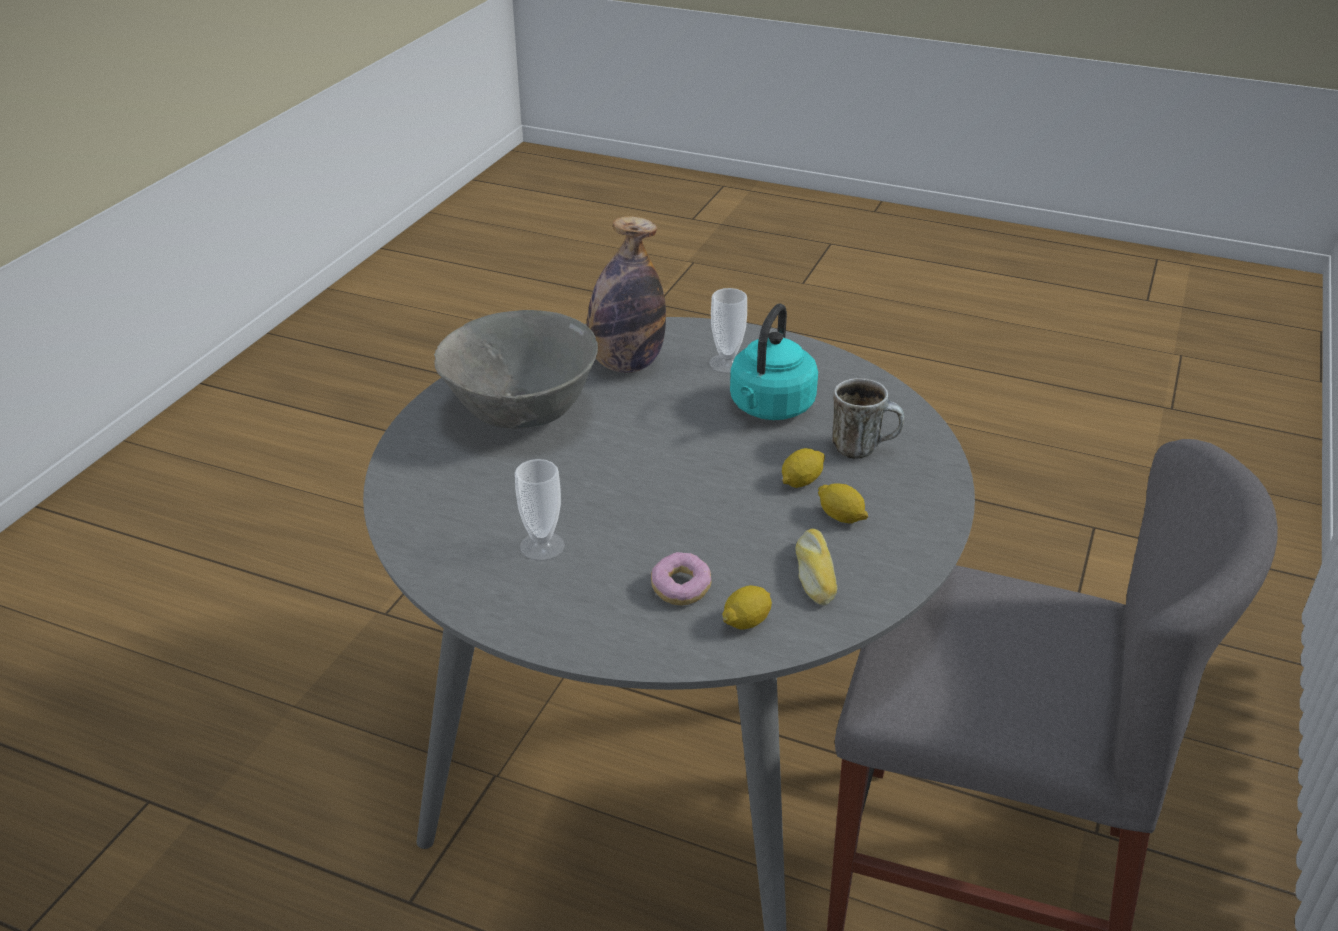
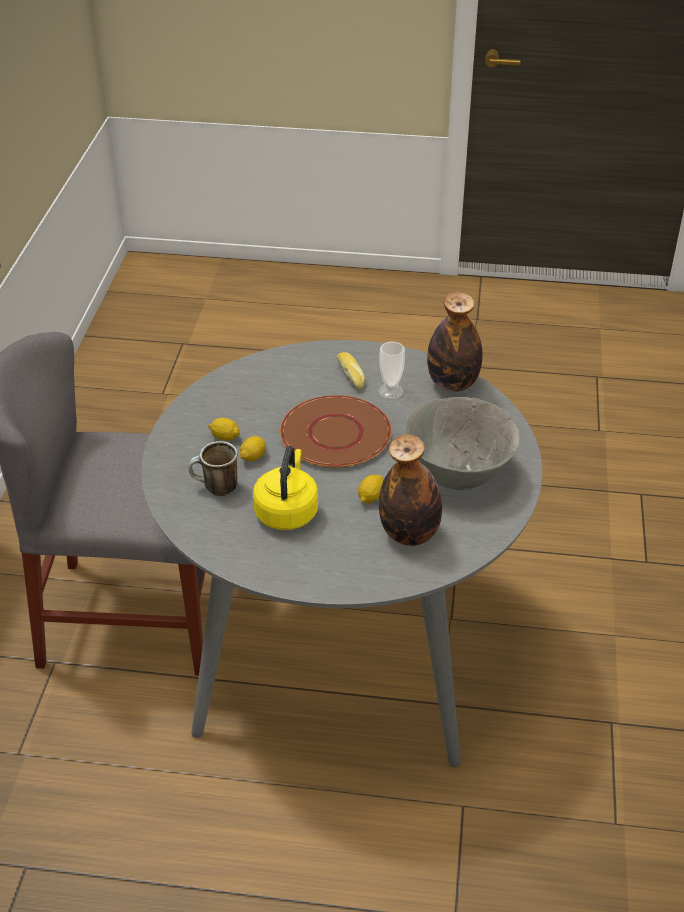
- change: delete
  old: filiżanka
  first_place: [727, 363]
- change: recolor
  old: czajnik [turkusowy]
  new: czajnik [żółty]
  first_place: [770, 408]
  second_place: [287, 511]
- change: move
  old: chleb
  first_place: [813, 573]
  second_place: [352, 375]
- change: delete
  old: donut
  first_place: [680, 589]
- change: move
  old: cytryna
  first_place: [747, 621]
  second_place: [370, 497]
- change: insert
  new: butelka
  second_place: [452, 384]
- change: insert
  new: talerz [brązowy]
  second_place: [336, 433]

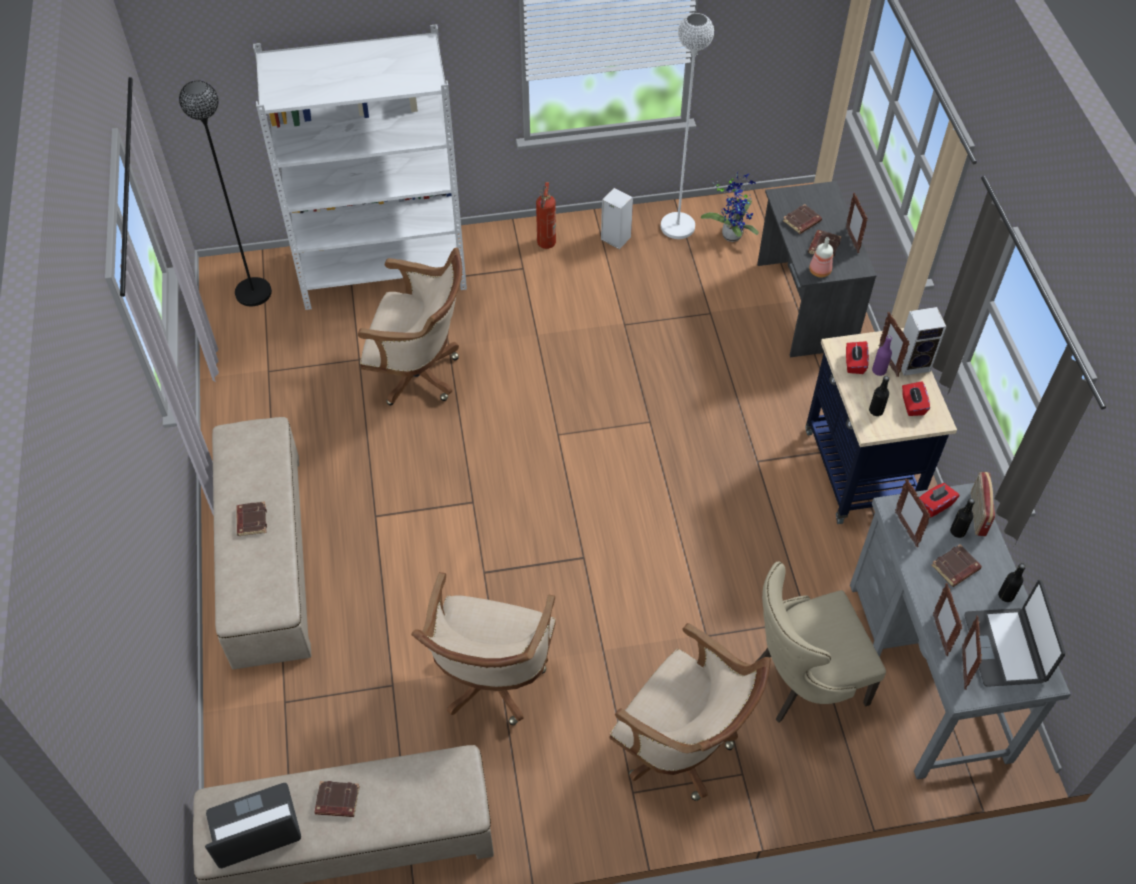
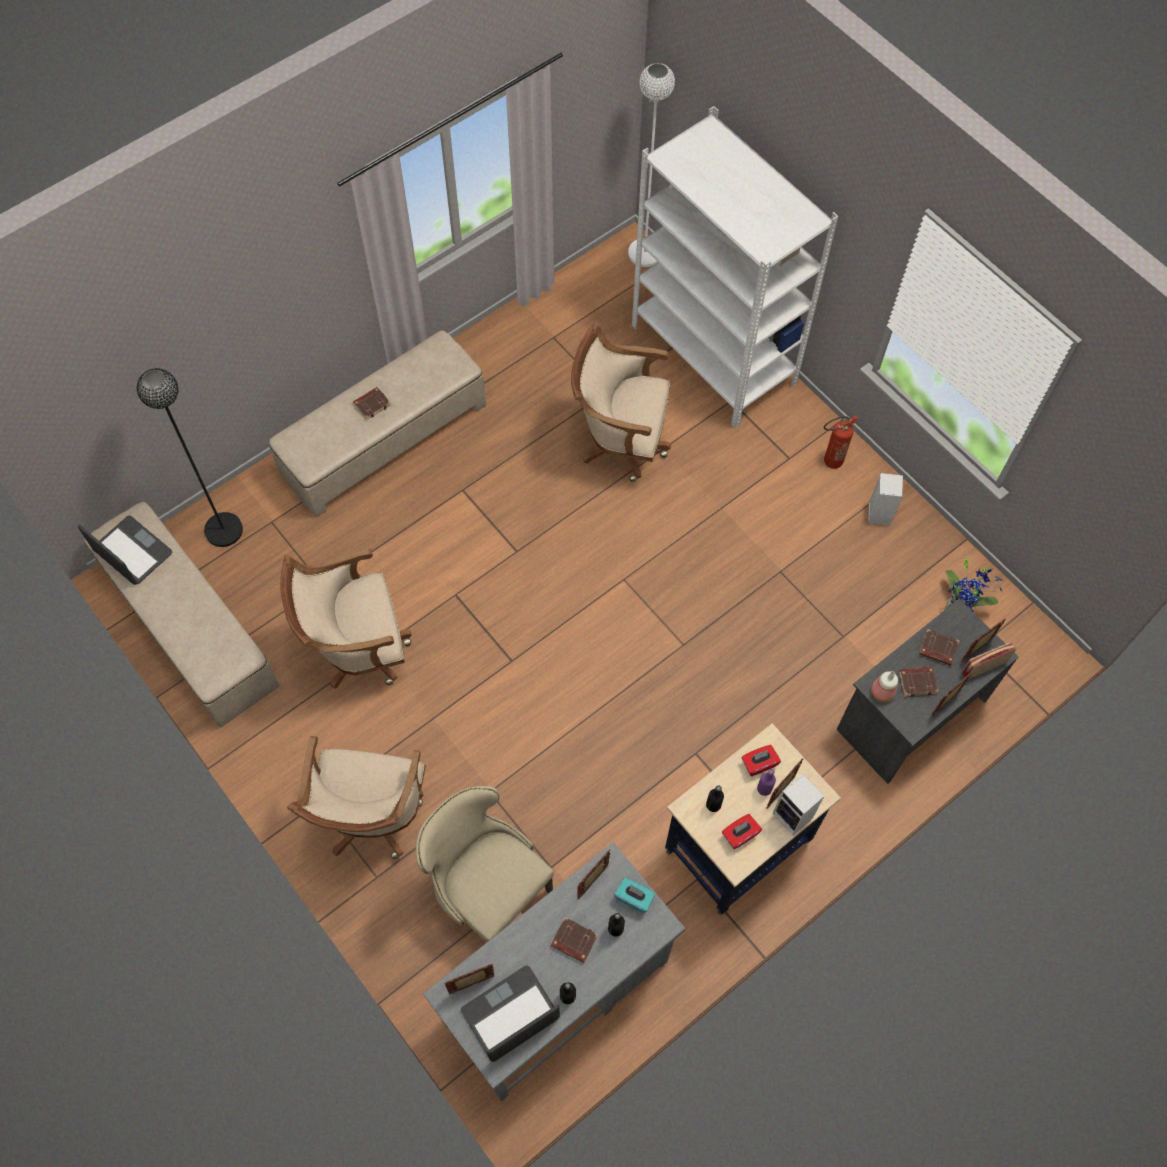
- change: move
  old: lampa stojąca [biały]
  first_place: [678, 227]
  second_place: [644, 254]
- change: move
  old: lampa stojąca [czarny]
  first_place: [253, 292]
  second_place: [224, 530]
- change: rotate
  old: krzesło biurowe
  first_place: [420, 375]
  second_place: [619, 444]
  degrees: 120
- change: move
  old: radio
  first_place: [977, 514]
  second_place: [983, 667]
- change: recolor
  old: pudełko chusteczek [czerwony]
  new: pudełko chusteczek [turkusowy]
  first_place: [935, 505]
  second_place: [634, 898]
- change: move
  old: ramka na zdjęcie
  first_place: [940, 634]
  second_place: [976, 651]
- change: delete
  old: książka [brązowy]
  first_place: [337, 801]

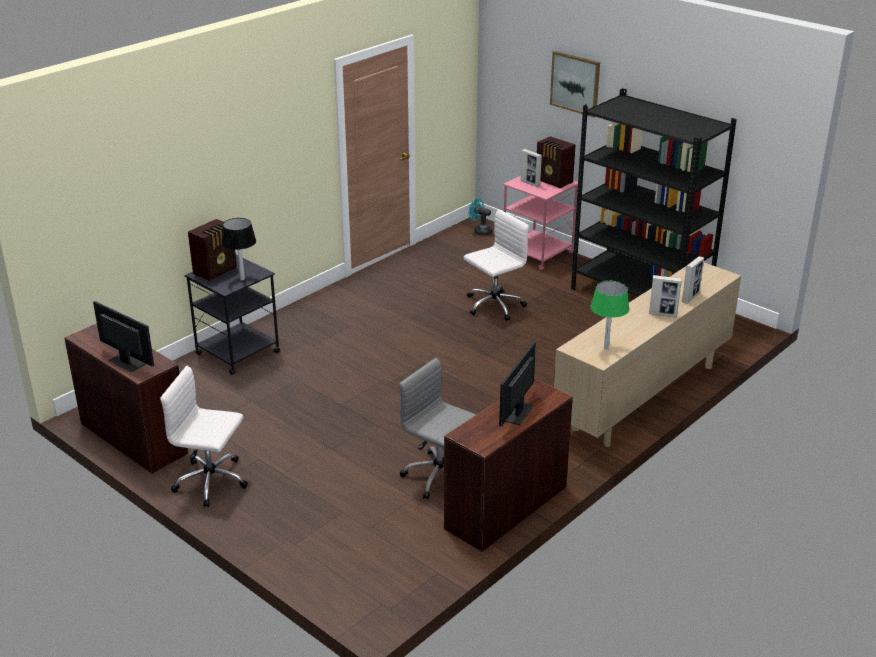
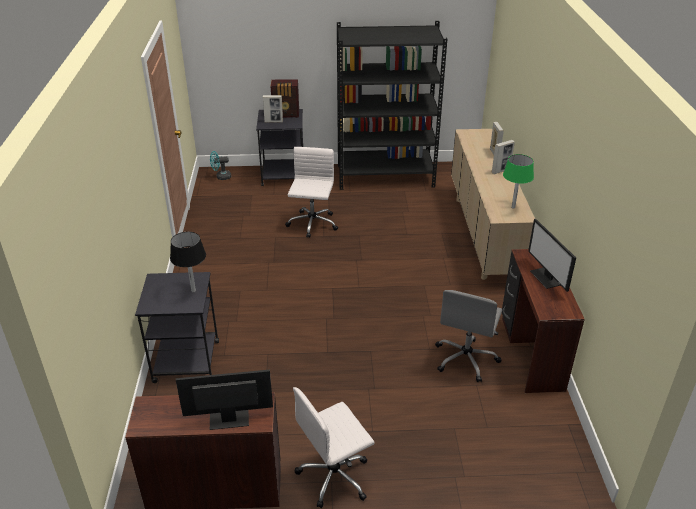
- change: delete
  old: obraz
  first_place: [575, 83]
- change: recolor
  old: wózek [różowy]
  new: wózek [czarny]
  first_place: [538, 254]
  second_place: [284, 176]
- change: delete
  old: radio
  first_place: [216, 271]
- change: rotate
  old: krzesło biurowe [szary]
  first_place: [440, 476]
  second_place: [466, 359]
  degrees: -60

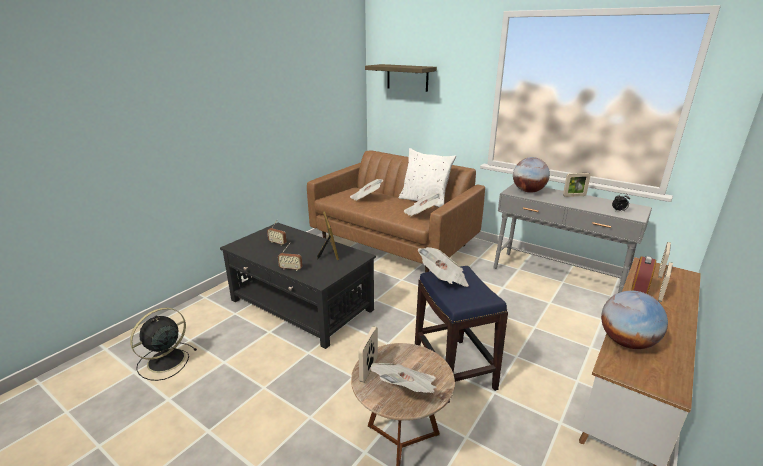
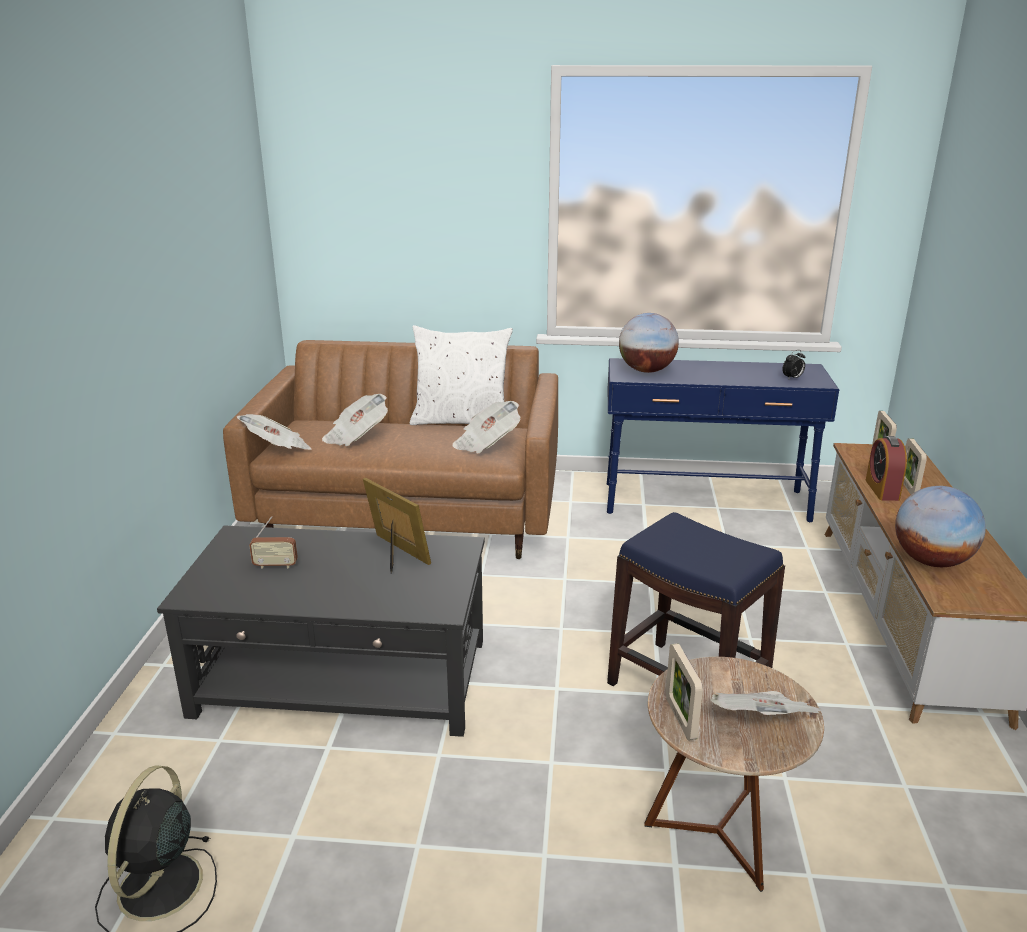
- change: delete
  old: półka
  first_place: [407, 77]
- change: delete
  old: ramka na zdjęcie
  first_place: [574, 196]
- change: recolor
  old: stolik konsolowy [szary]
  new: stolik konsolowy [niebieski]
  first_place: [557, 277]
  second_place: [705, 503]
- change: delete
  old: radio
  first_place: [291, 269]
- change: move
  old: gazeta
  first_place: [443, 279]
  second_place: [277, 449]

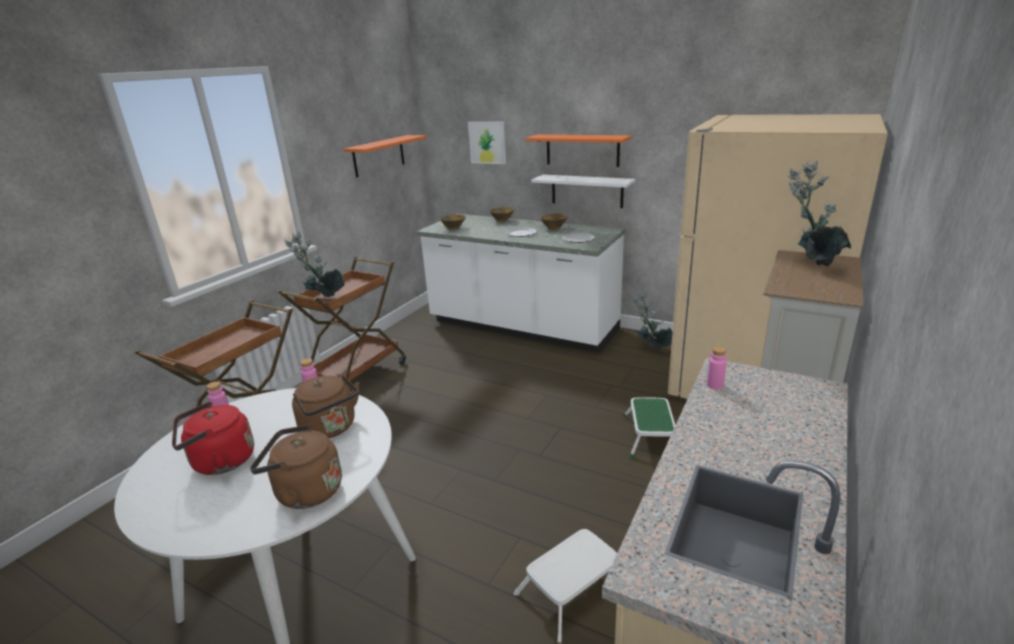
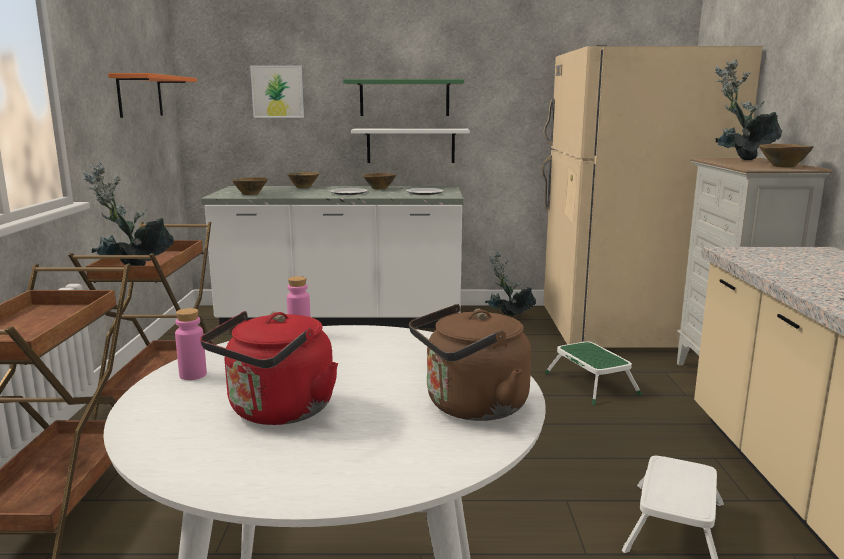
- change: recolor
  old: półka [pomarańczowy]
  new: półka [zielony]
  first_place: [582, 150]
  second_place: [404, 98]
- change: delete
  old: butelka [różowy]
  first_place: [715, 385]
- change: delete
  old: czajnik [brązowy]
  first_place: [331, 428]
- change: insert
  new: miska [brązowy]
  second_place: [783, 166]

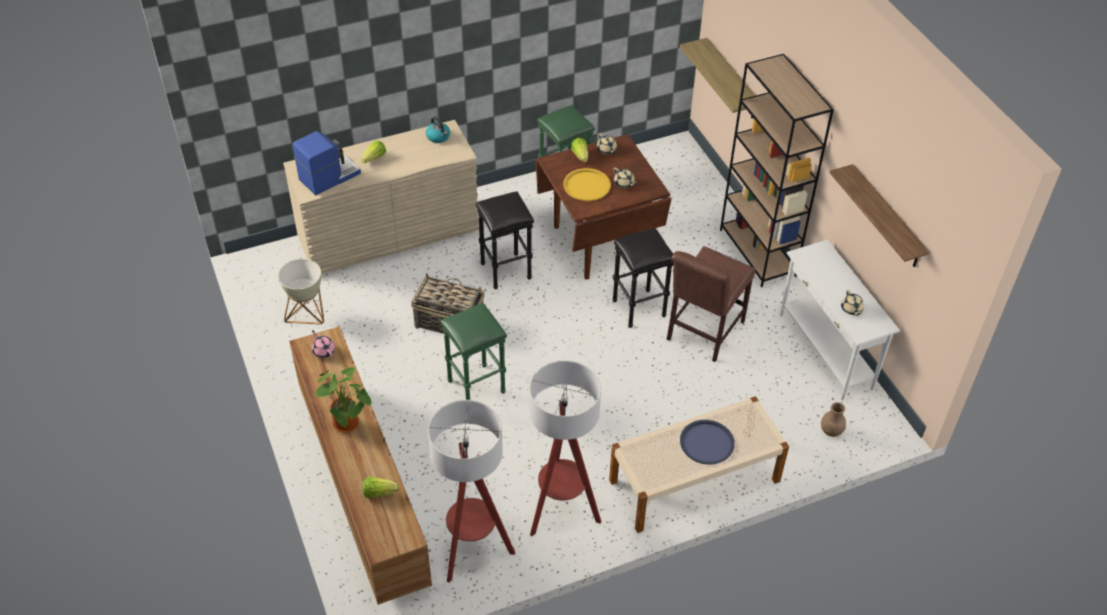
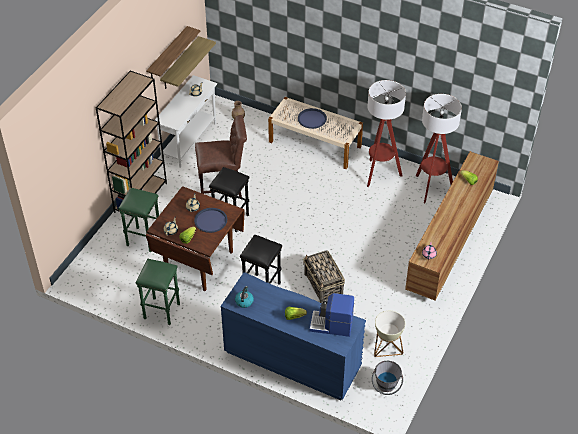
- change: move
  old: półka
  first_place: [731, 80]
  second_place: [180, 64]
- change: recolor
  old: komoda [beżowy]
  new: komoda [niebieski]
  first_place: [389, 236]
  second_place: [292, 359]
- change: recolor
  old: taca [żółty]
  new: taca [niebieski]
  first_place: [587, 185]
  second_place: [210, 220]
- change: move
  old: stołek [zielony]
  first_place: [477, 386]
  second_place: [143, 238]
- change: delete
  old: roślina doniczkowa
  first_place: [348, 425]
- change: insert
  new: wiadro [szary]
  second_place: [386, 388]

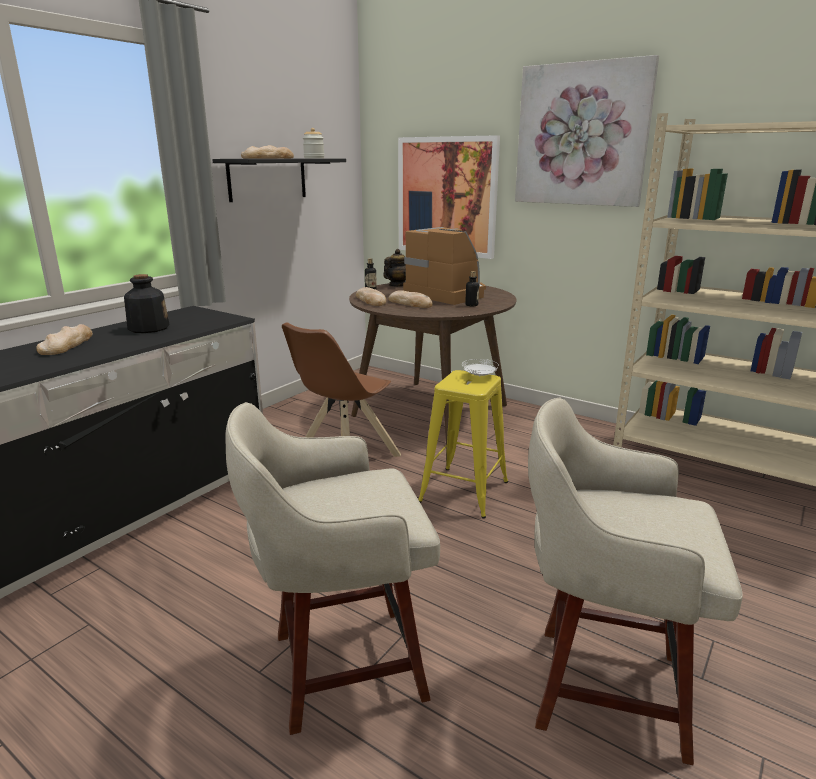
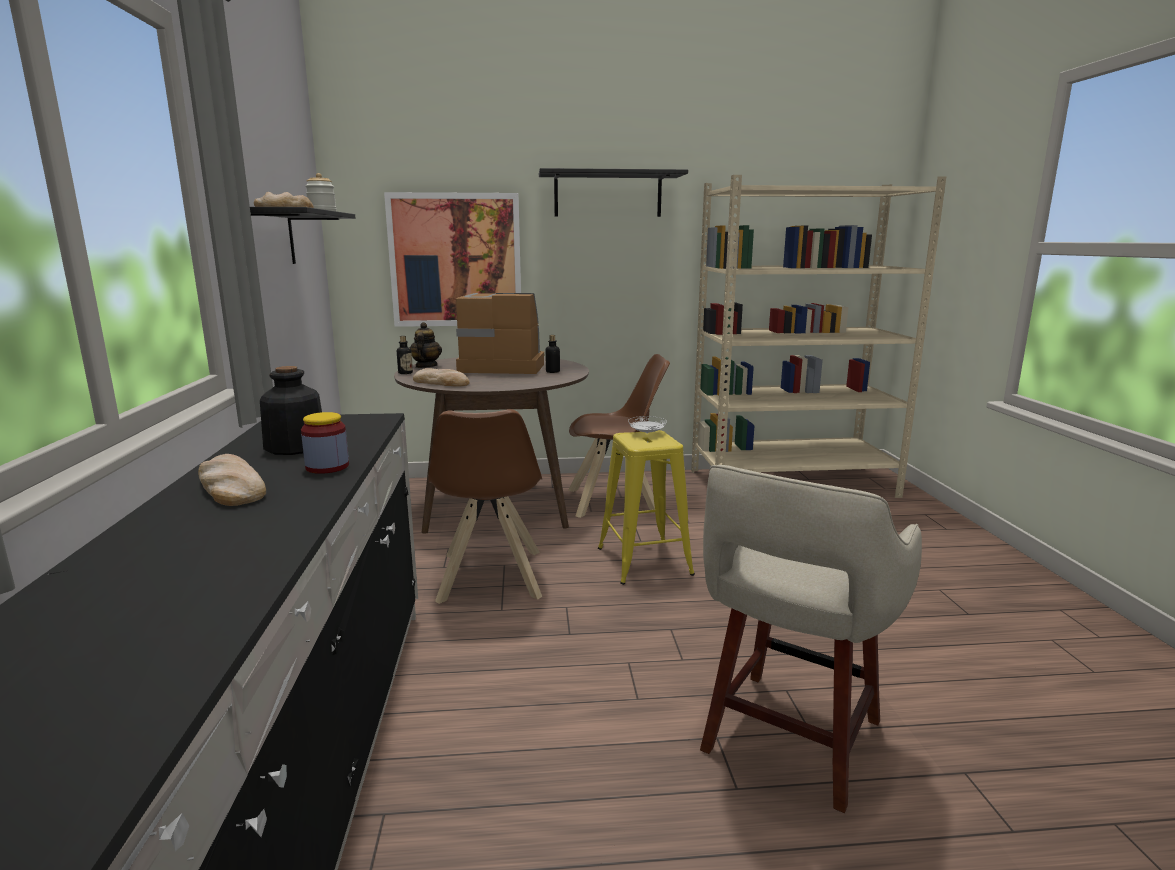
- change: replace
  old: obraz
  new: półka [czarny]
  first_place: [581, 135]
  second_place: [608, 195]
- change: delete
  old: chleb
  first_place: [410, 303]
- change: delete
  old: stołek [beżowy]
  first_place: [600, 687]
- change: insert
  new: krzesło [brązowy]
  second_place: [616, 501]
- change: insert
  new: słoik
  second_place: [327, 467]

